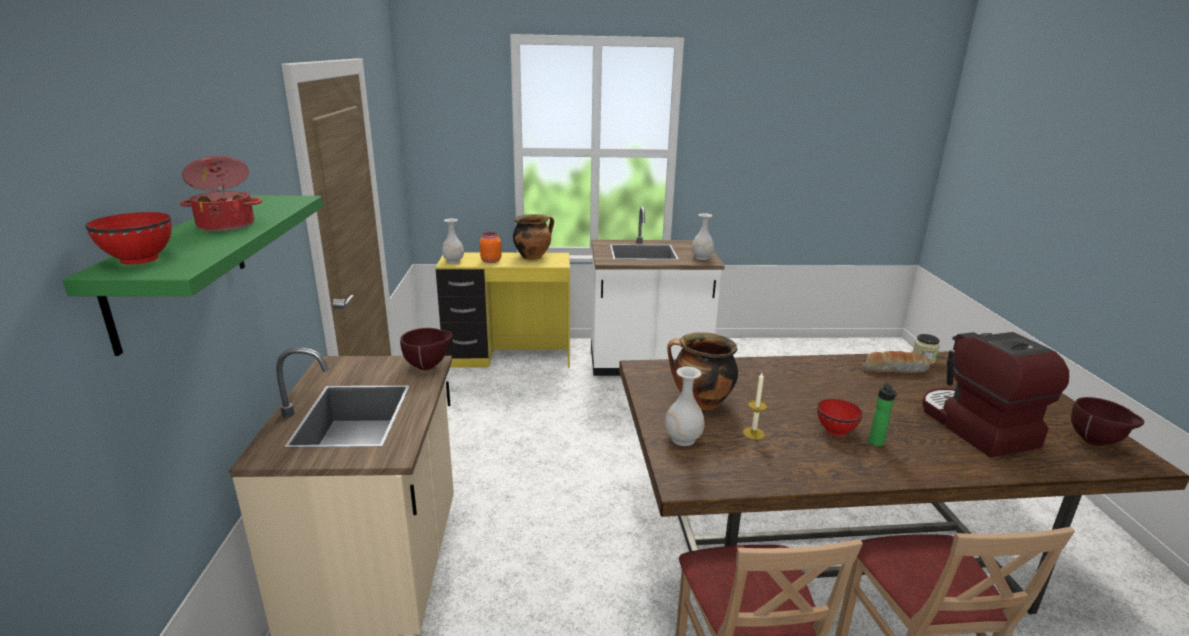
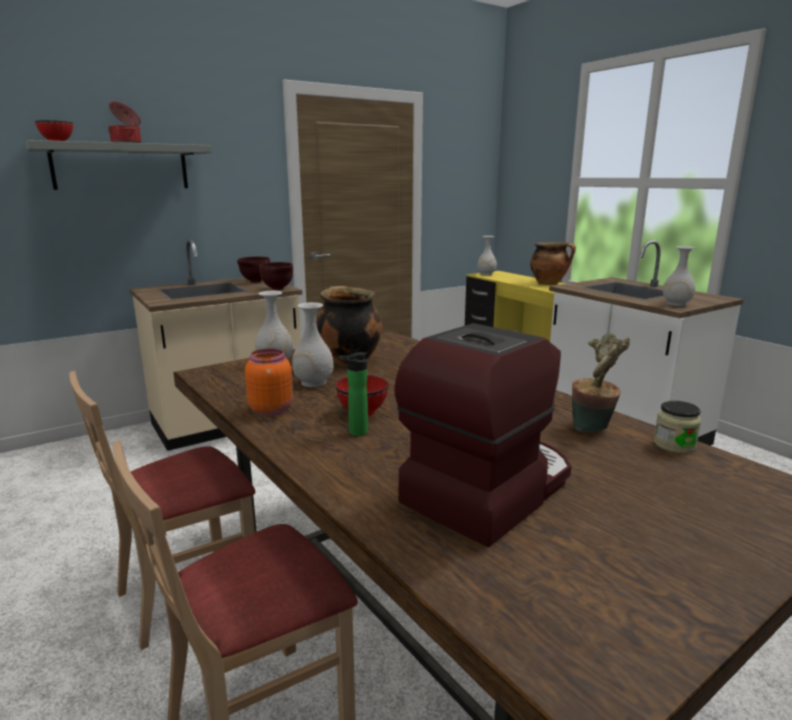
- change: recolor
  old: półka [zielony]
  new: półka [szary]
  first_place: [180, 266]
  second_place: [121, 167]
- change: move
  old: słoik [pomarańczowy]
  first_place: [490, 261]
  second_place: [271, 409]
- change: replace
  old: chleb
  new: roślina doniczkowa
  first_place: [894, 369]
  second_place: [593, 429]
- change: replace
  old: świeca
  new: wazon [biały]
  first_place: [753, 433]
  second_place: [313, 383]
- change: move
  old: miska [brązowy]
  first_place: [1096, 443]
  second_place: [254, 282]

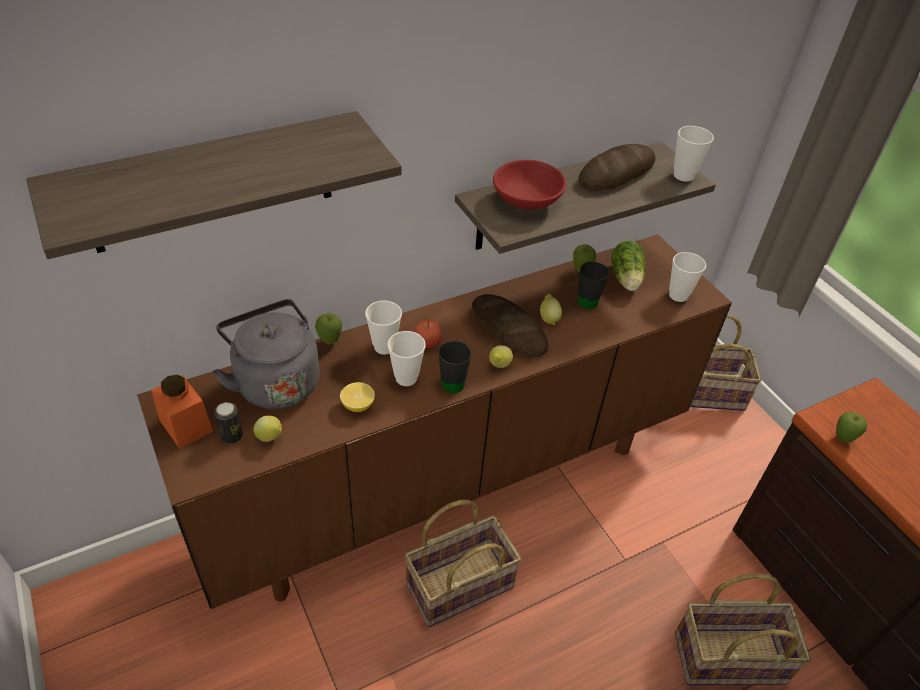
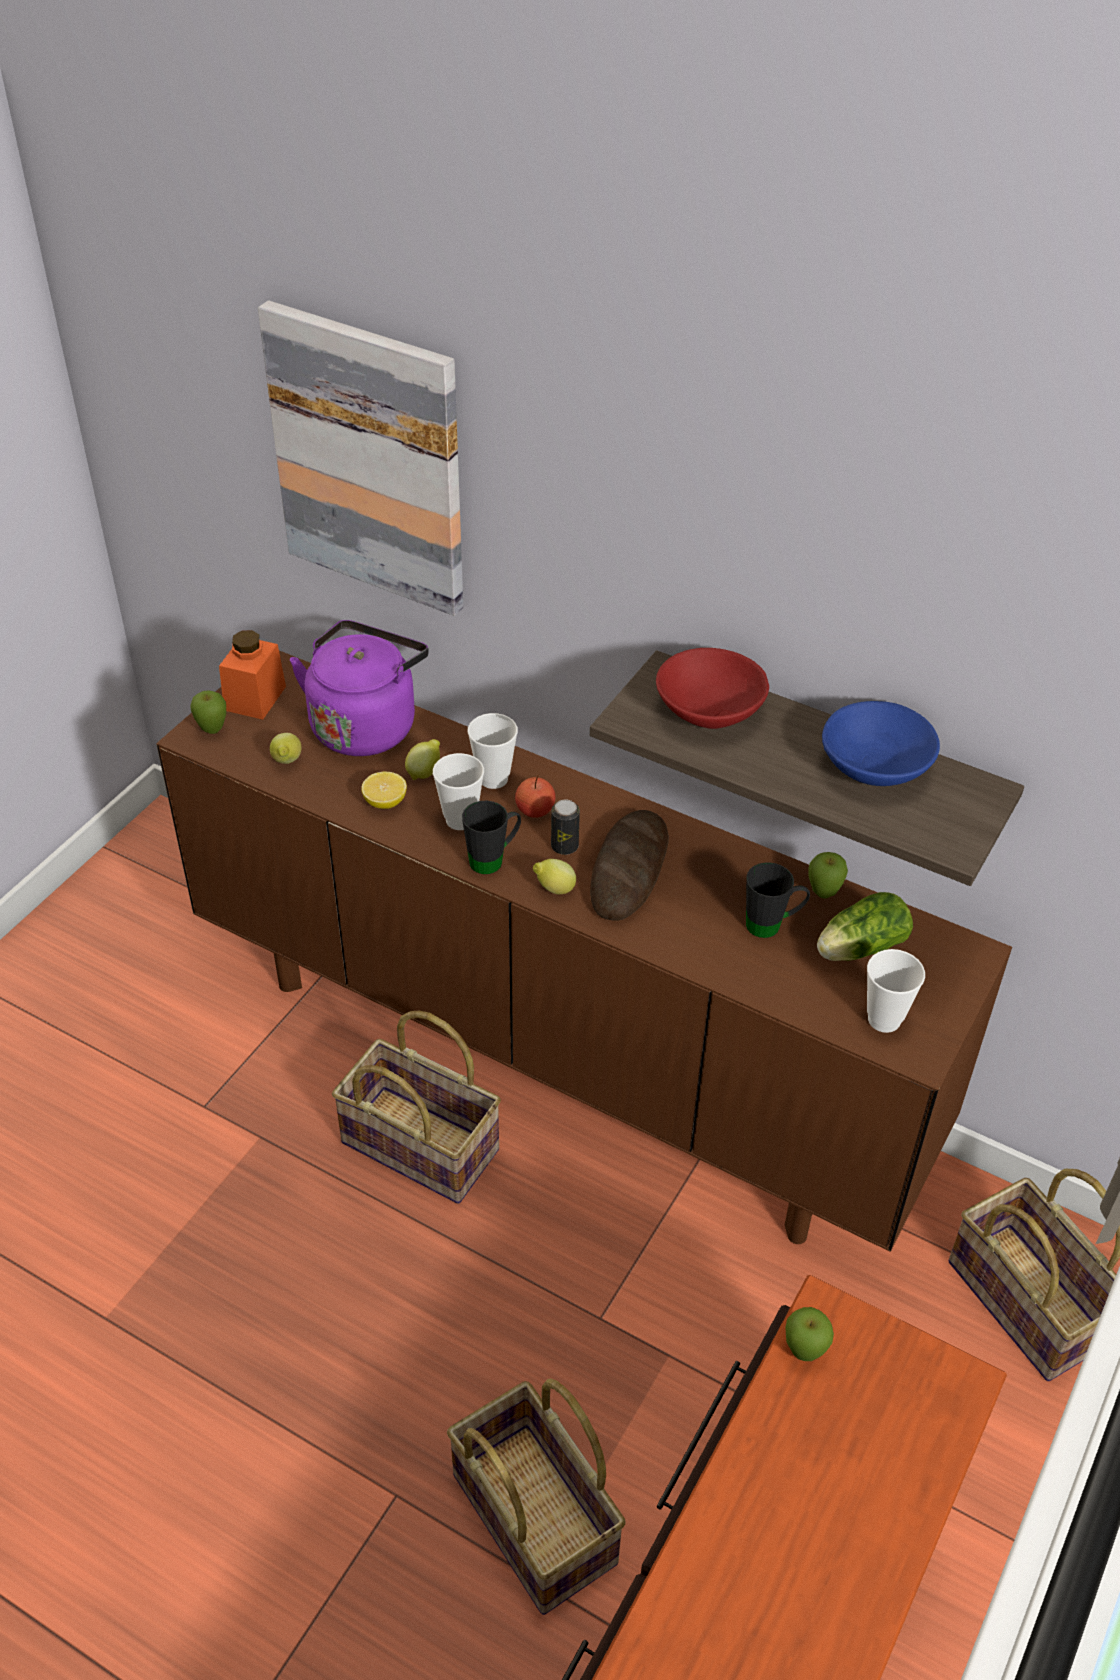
- change: replace
  old: półka
  new: obraz
  first_place: [212, 183]
  second_place: [369, 459]
- change: delete
  old: filiżanka
  first_place: [683, 175]
- change: replace
  old: chleb
  new: miska [niebieski]
  first_place: [616, 173]
  second_place: [874, 767]
- change: move
  old: cytryna
  first_place: [548, 318]
  second_place: [424, 772]
- change: recolor
  old: czajnik [szary]
  new: czajnik [fioletowy]
  first_place: [275, 381]
  second_place: [365, 724]
- change: move
  old: jabłko
  first_place: [330, 342]
  second_place: [212, 730]
- change: move
  old: puszka
  first_place: [232, 436]
  second_place: [564, 846]

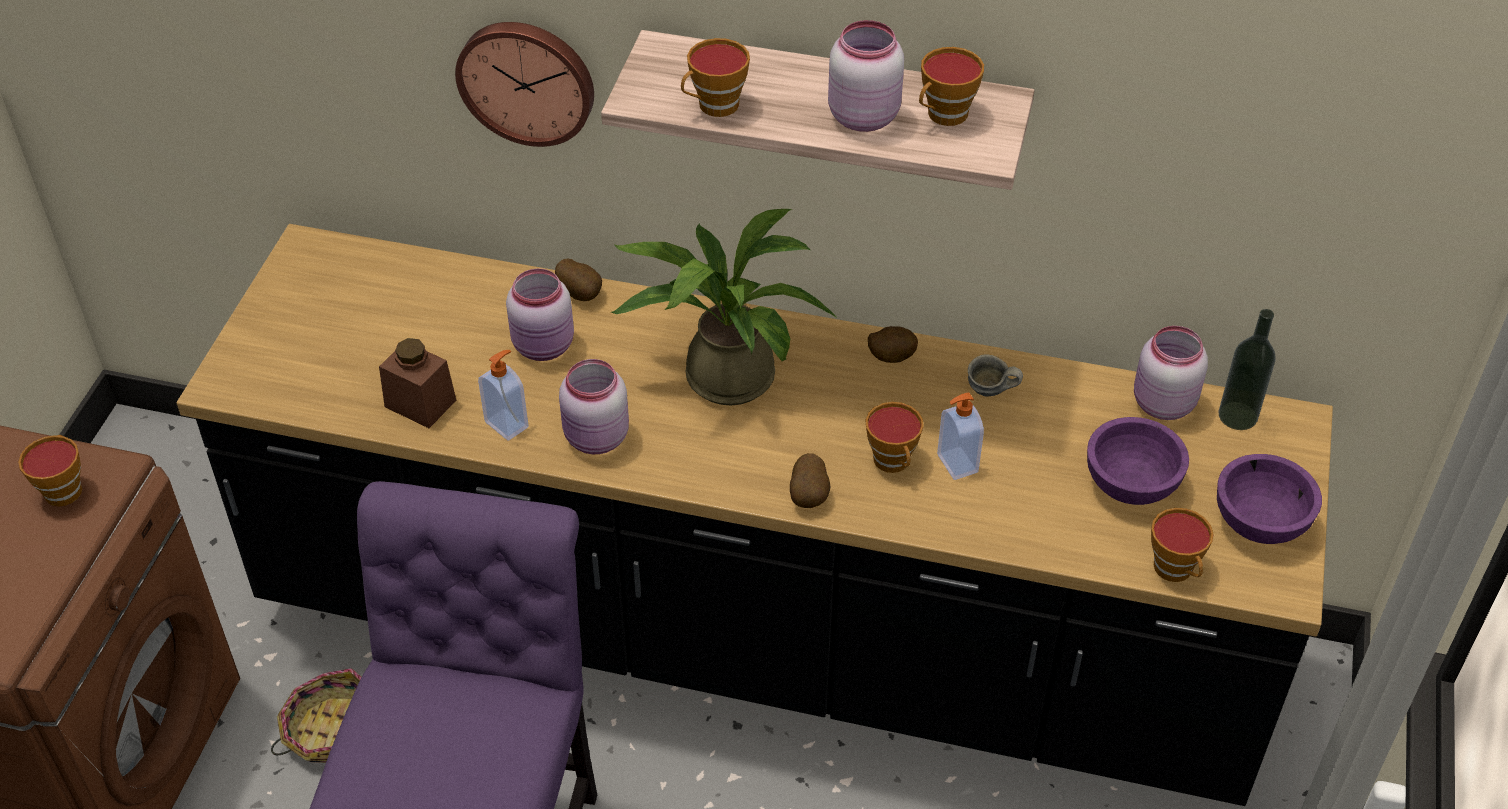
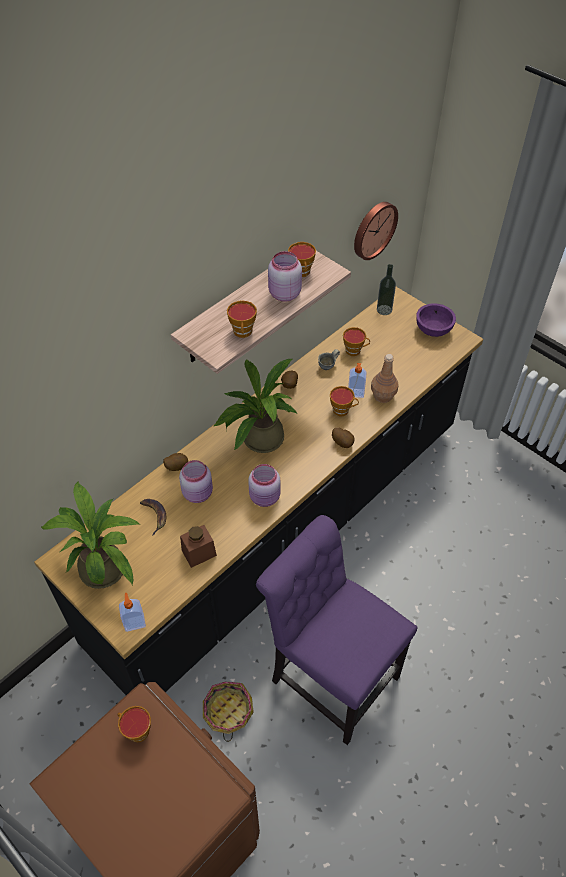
- change: move
  old: zegar ścienny
  first_place: [527, 80]
  second_place: [373, 229]
- change: delete
  old: słoik [różowy]
  first_place: [1161, 404]
- change: move
  old: dozownik mydła
  first_place: [507, 424]
  second_place: [134, 622]
- change: delete
  old: miska [fioletowy]
  first_place: [1130, 483]
- change: move
  old: filiżanka
  first_place: [1176, 570]
  second_place: [355, 351]
- change: insert
  new: butelka [brązowy]
  second_place: [382, 396]
- change: insert
  new: roślina doniczkowa
  second_place: [103, 564]
- change: insert
  new: banan
  second_place: [154, 515]

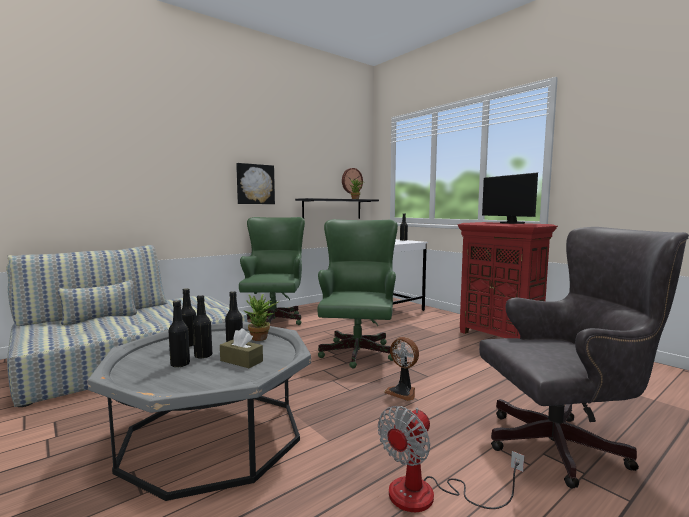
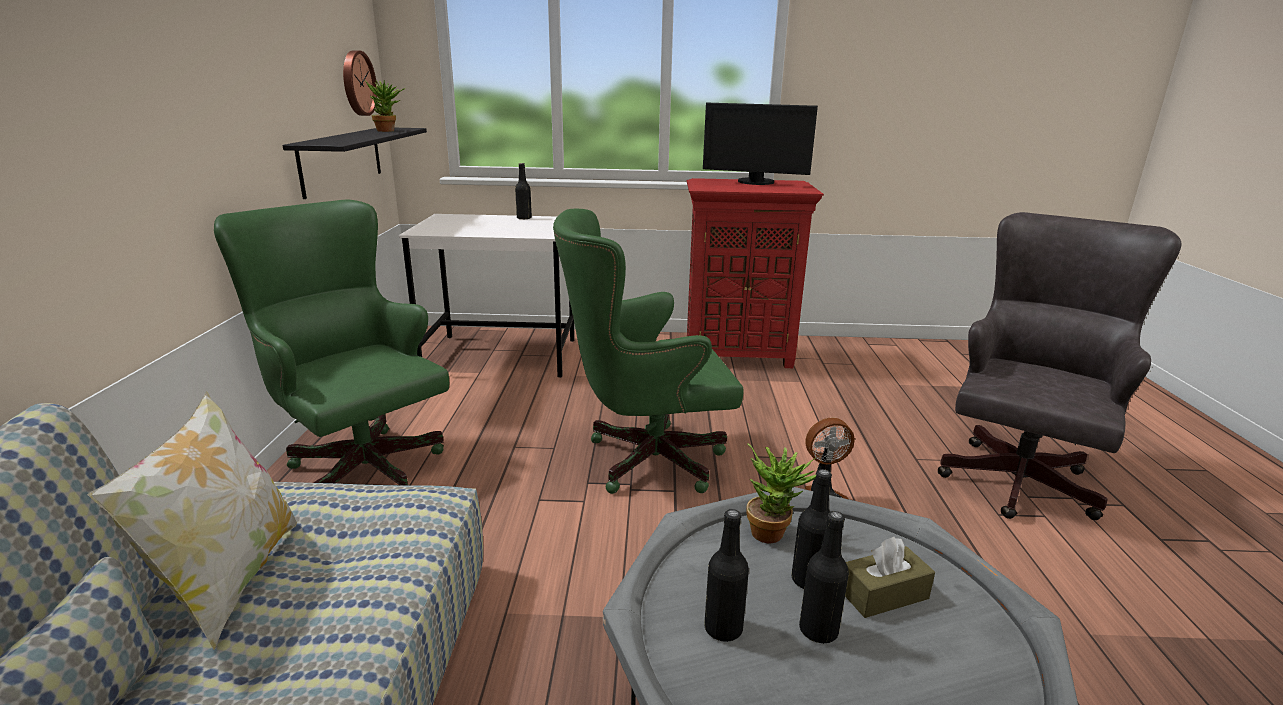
- change: delete
  old: obraz
  first_place: [255, 184]
- change: rotate
  old: krzesło biurowe [zielony]
  first_place: [357, 351]
  second_place: [645, 461]
  degrees: -60
- change: delete
  old: butelka [czarny]
  first_place: [180, 364]
- change: delete
  old: wentylator
  first_place: [429, 495]
- change: insert
  new: poduszka
  second_place: [230, 580]

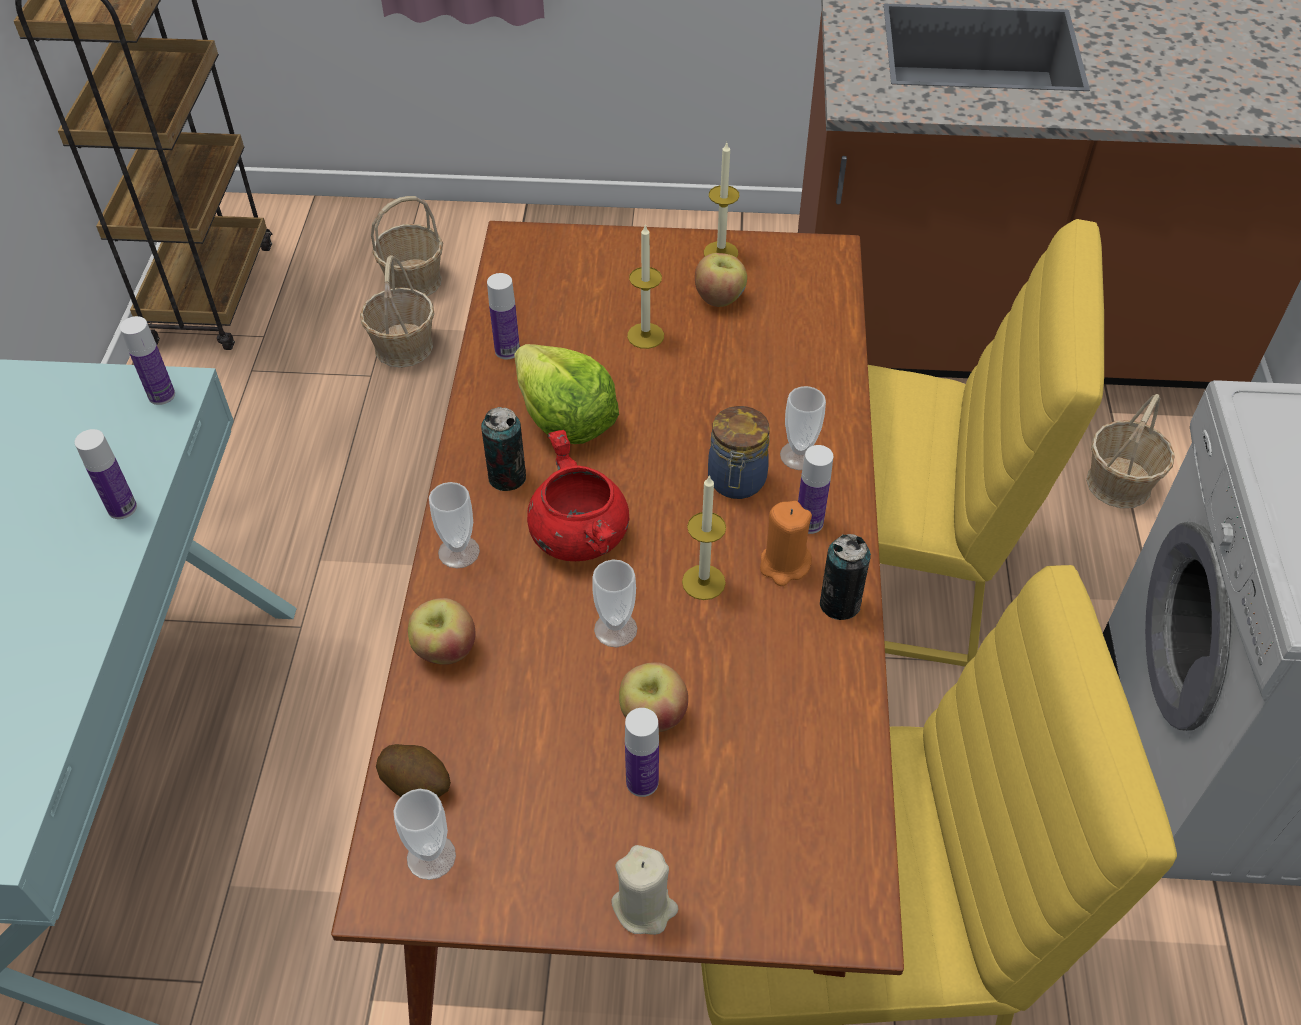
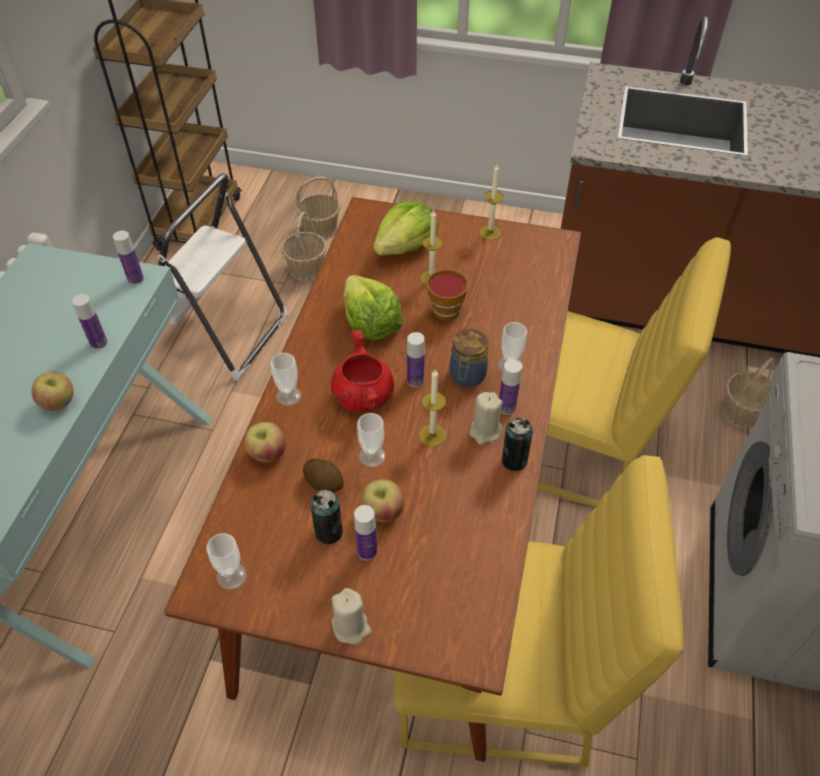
- change: move
  old: jabłko
  first_place: [719, 298]
  second_place: [59, 402]
- change: move
  old: butelka
  first_place: [507, 350]
  second_place: [415, 380]
- change: move
  old: puszka
  first_place: [507, 477]
  second_place: [328, 532]
- change: recolor
  old: świeca [pomarańczowy]
  new: świeca [beżowy]
  first_place: [784, 564]
  second_place: [485, 431]
- change: move
  old: ziemniak
  first_place: [417, 783]
  second_place: [324, 483]
- change: insert
  new: drabinka [biały]
  second_place: [222, 333]
- change: insert
  new: sałata
  second_place: [405, 246]
- change: insert
  new: filiżanka
  second_place: [445, 309]

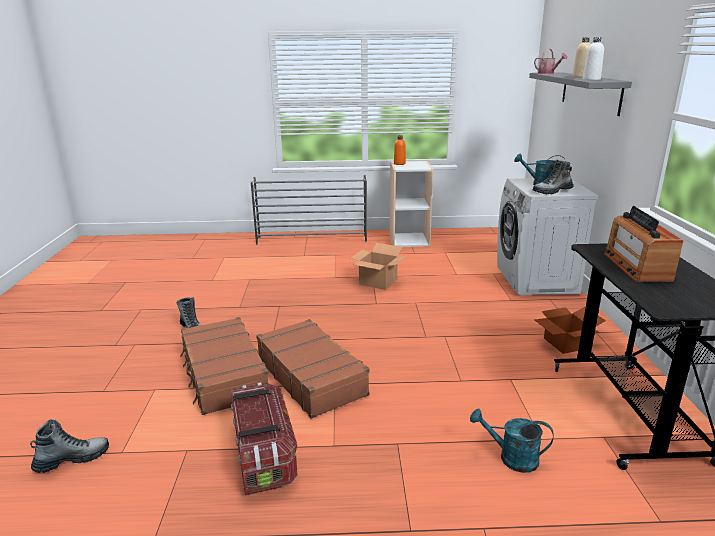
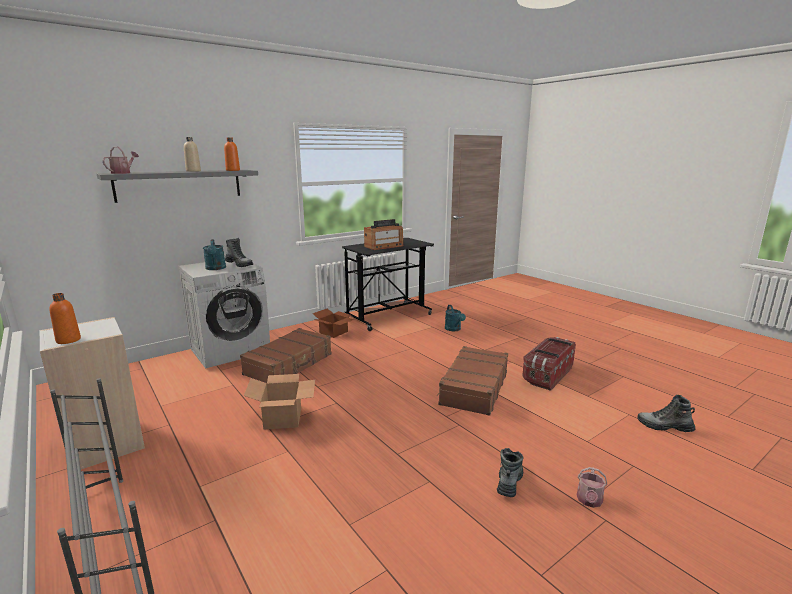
- change: recolor
  old: butelka [biały]
  new: butelka [pomarańczowy]
  first_place: [591, 79]
  second_place: [233, 170]
- change: move
  old: walizka [brązowy]
  first_place: [223, 375]
  second_place: [289, 364]
- change: insert
  new: konewka
  second_place: [589, 501]

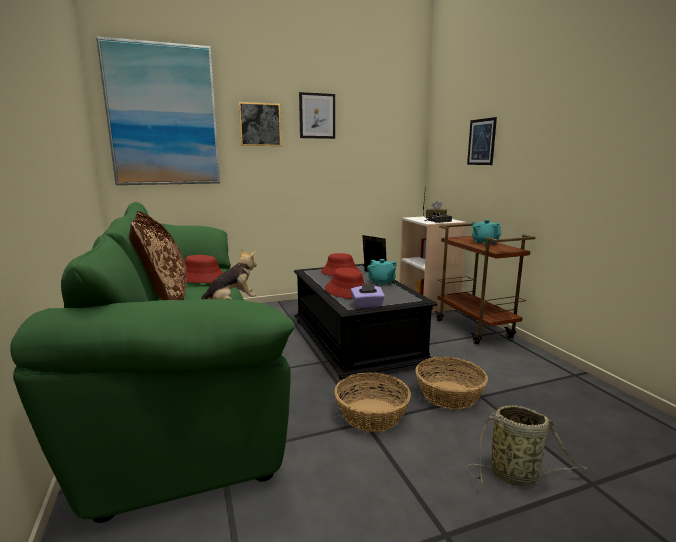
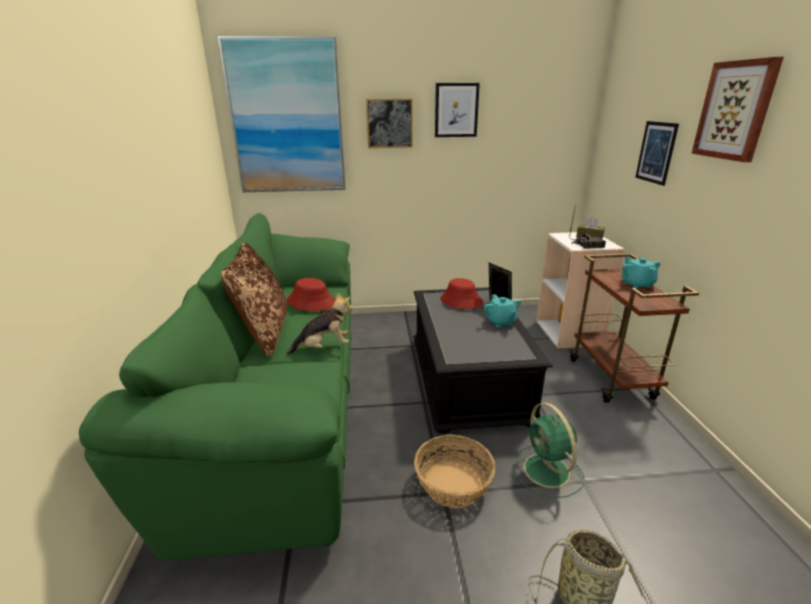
- change: delete
  old: kapelusz [czerwony]
  first_place: [347, 291]
- change: delete
  old: pudełko chusteczek [fioletowy]
  first_place: [367, 305]
- change: replace
  old: koszyk
  new: wentylator [zielony]
  first_place: [449, 395]
  second_place: [547, 472]
- change: insert
  new: obraz
  second_place: [735, 110]

